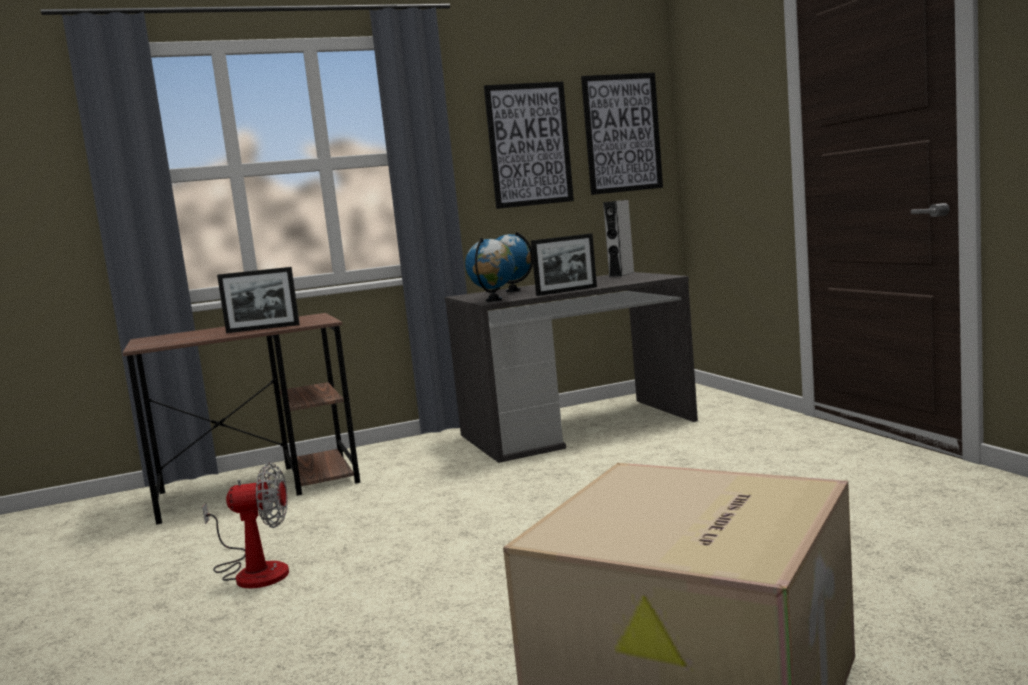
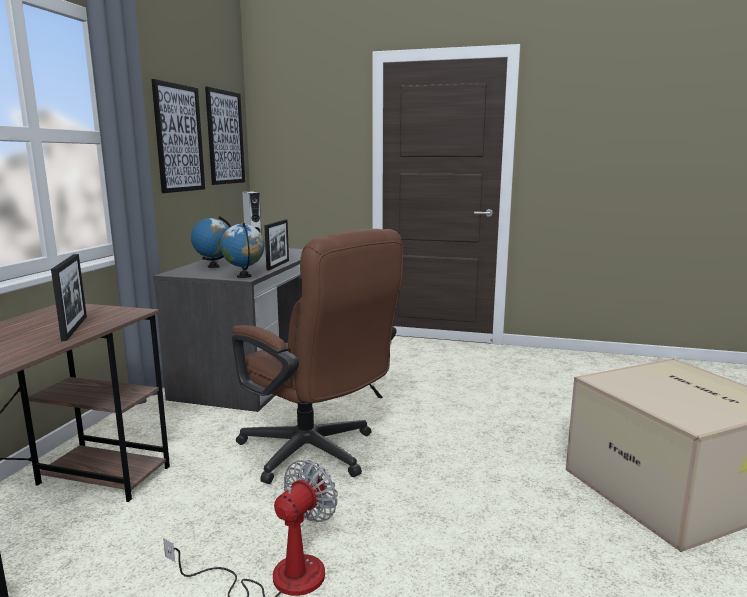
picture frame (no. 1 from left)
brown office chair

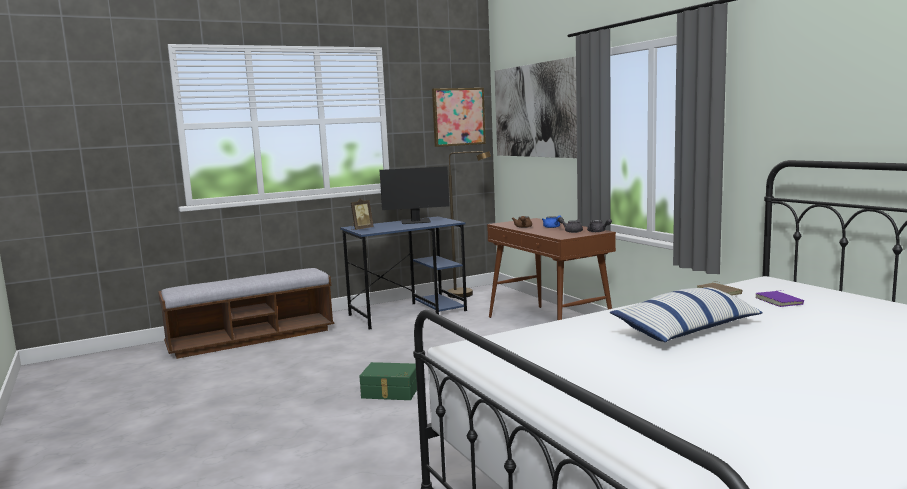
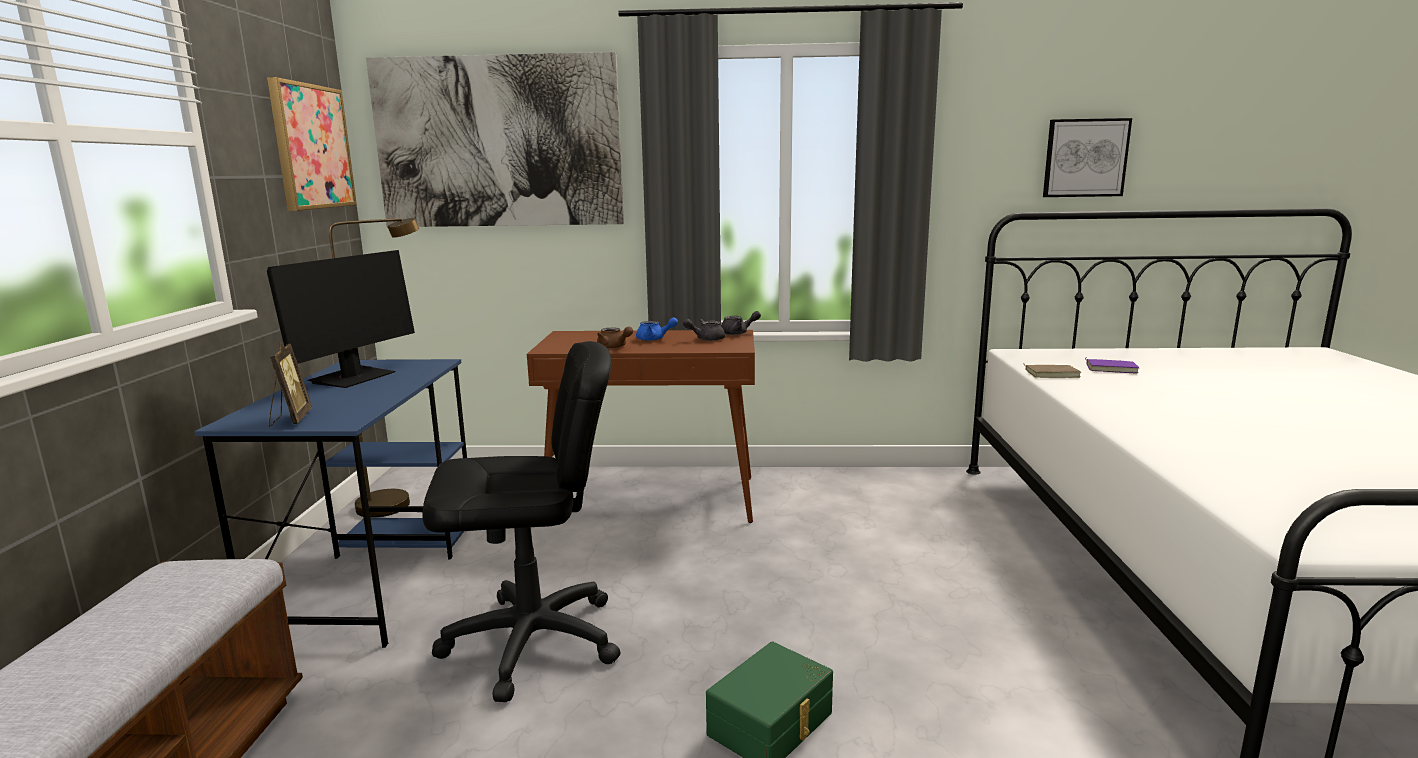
pillow
picture (no. 3 from left)
black office chair

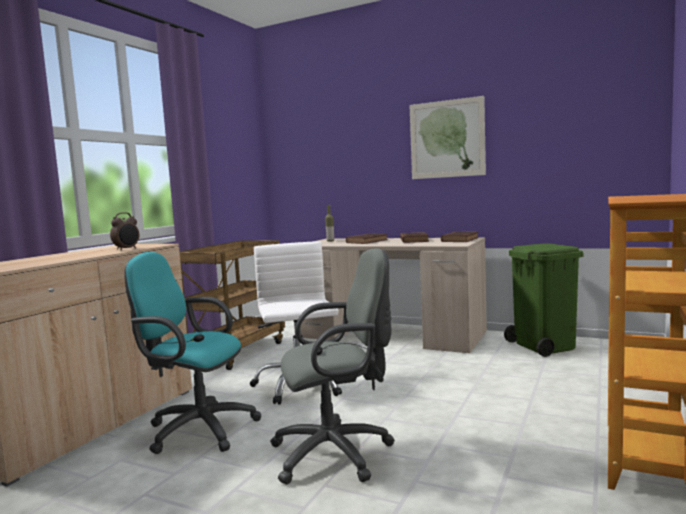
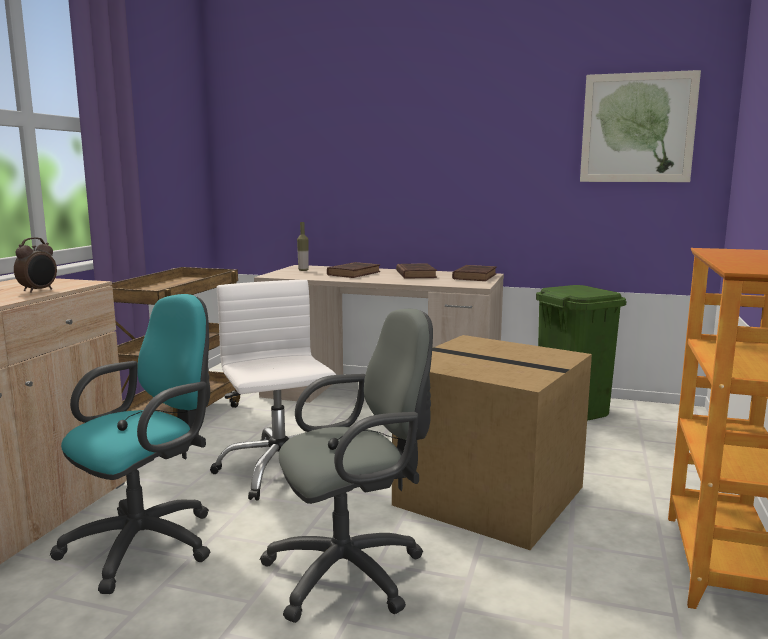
picture
turquoise office chair
cardboard box

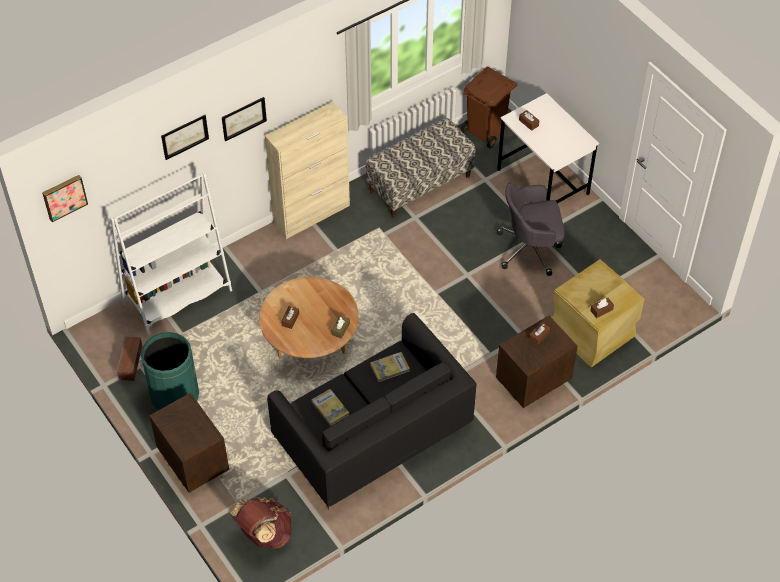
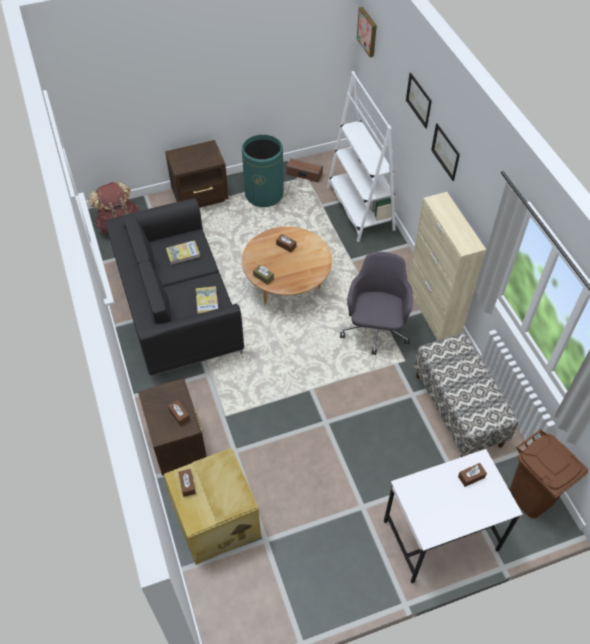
grey office chair

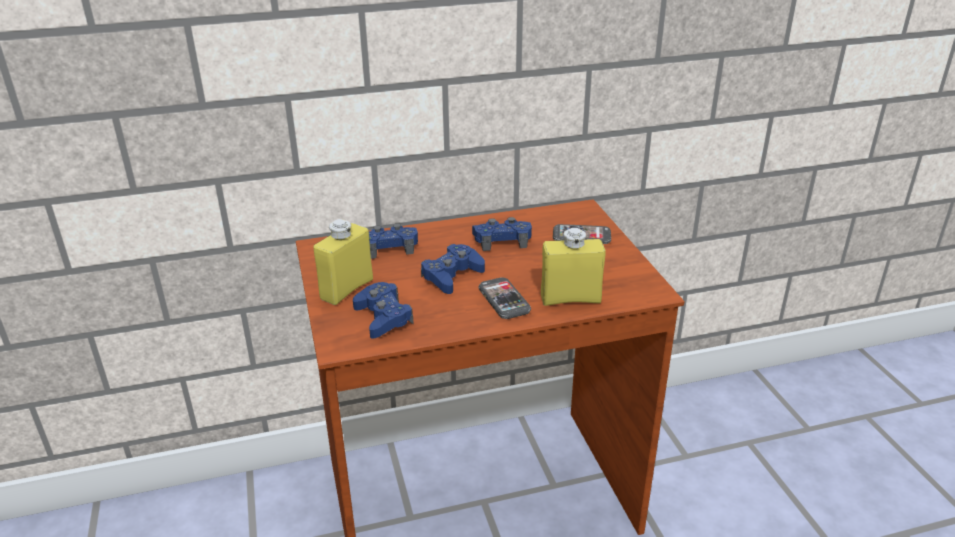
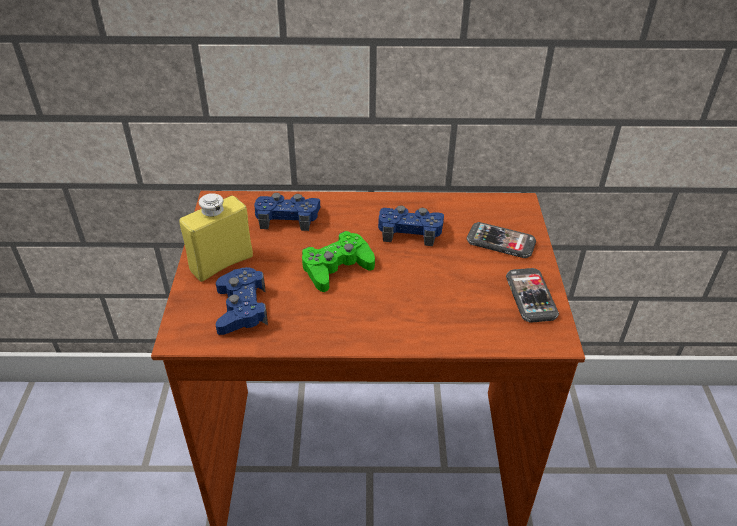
yellow bottle (no. 2 from left in the first image)
green game controller
phone (no. 2 from left)

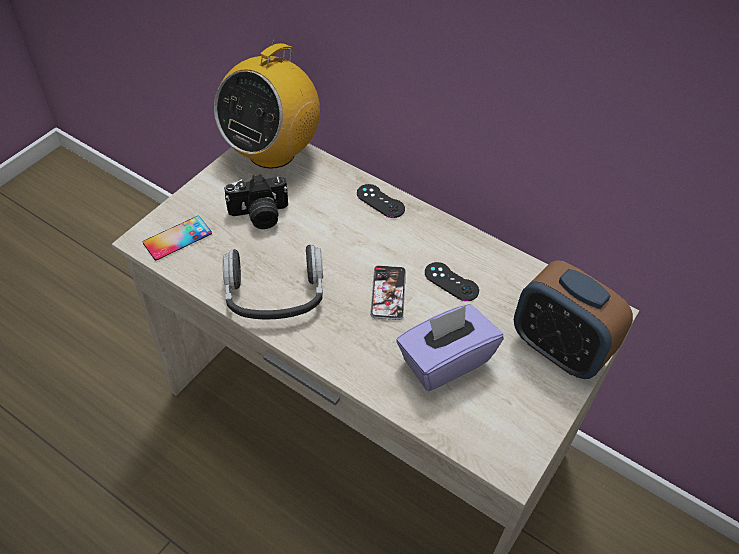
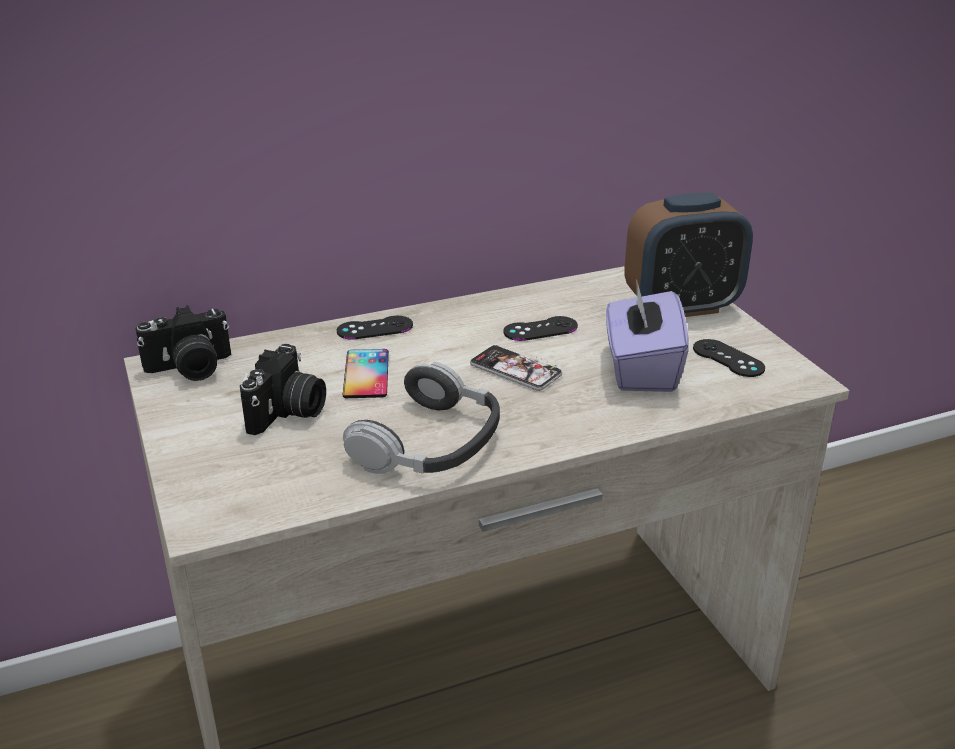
photo camera (no. 1 from left)
phone (no. 1 from left)
black game controller (no. 3 from left)

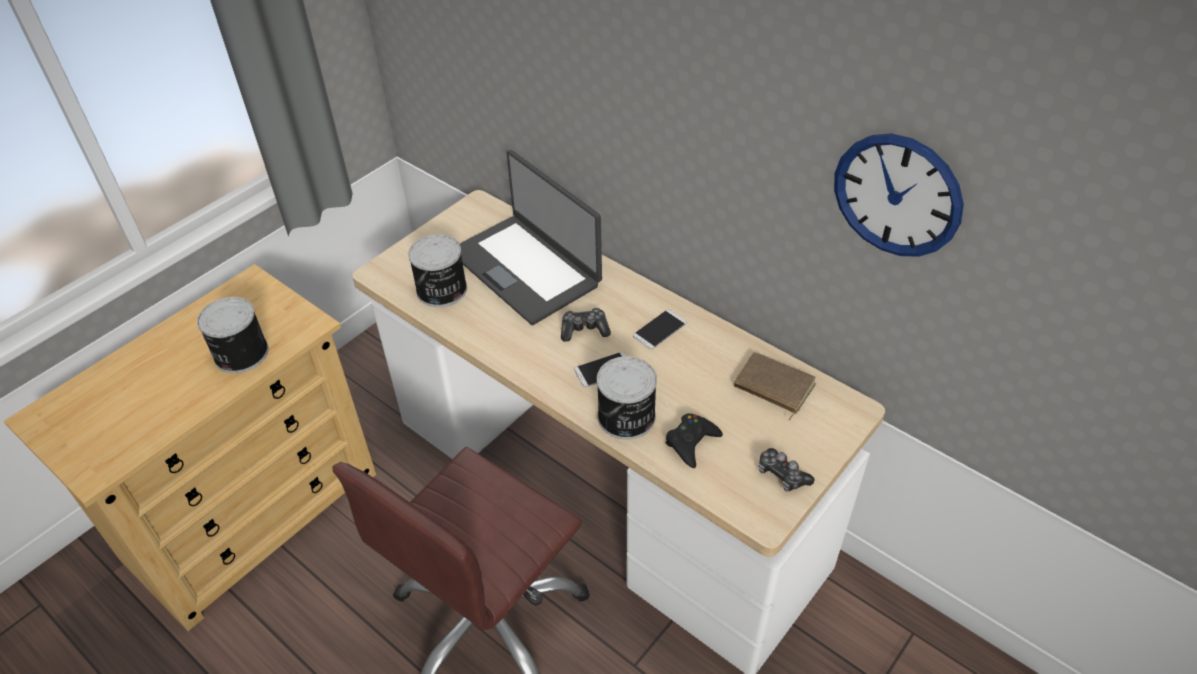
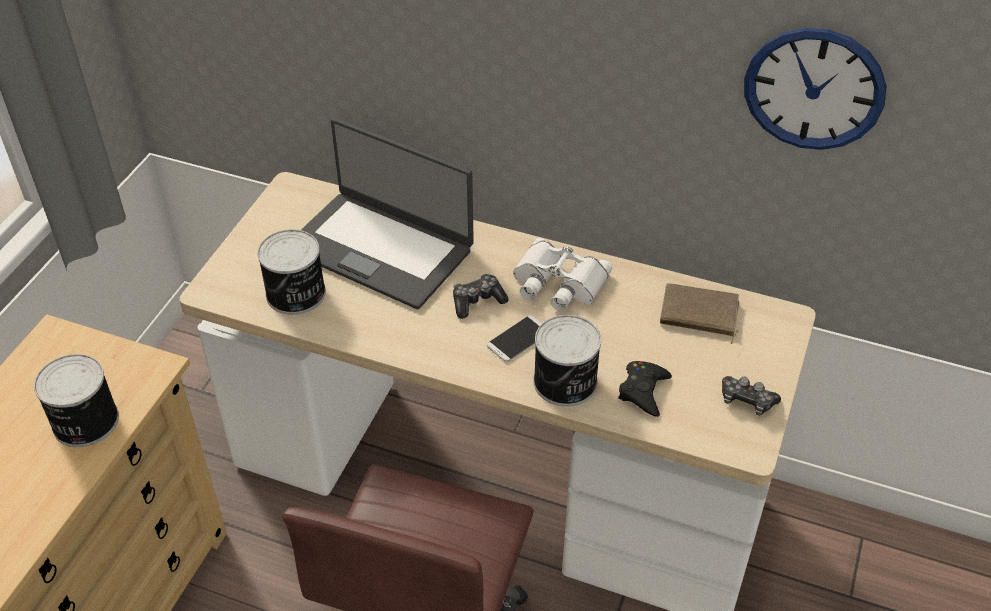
white binoculars

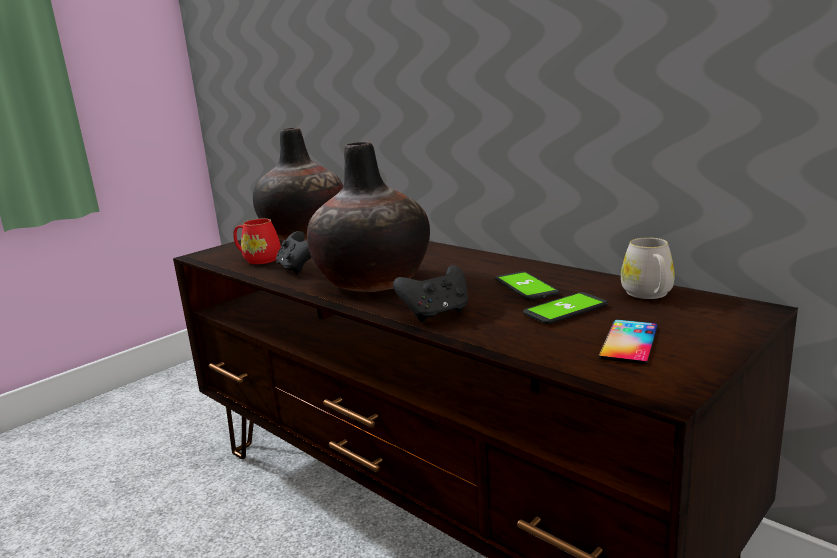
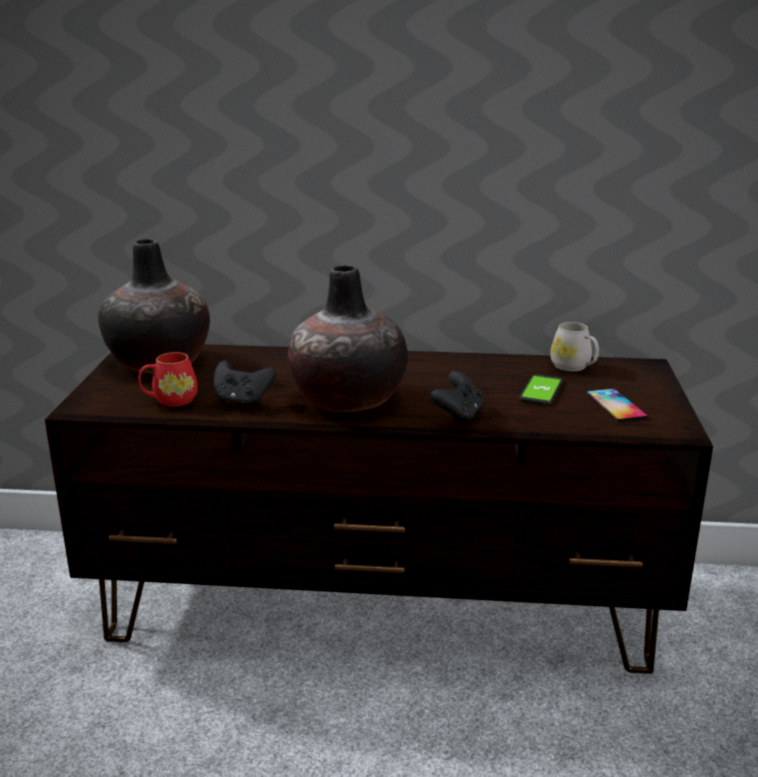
phone (no. 1 from left in the first image)

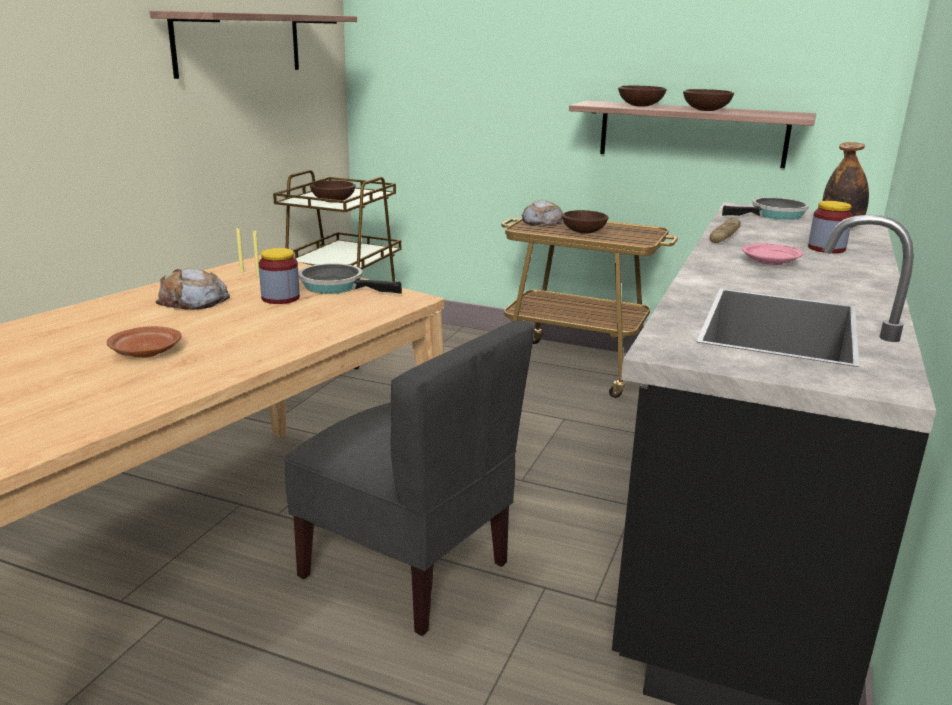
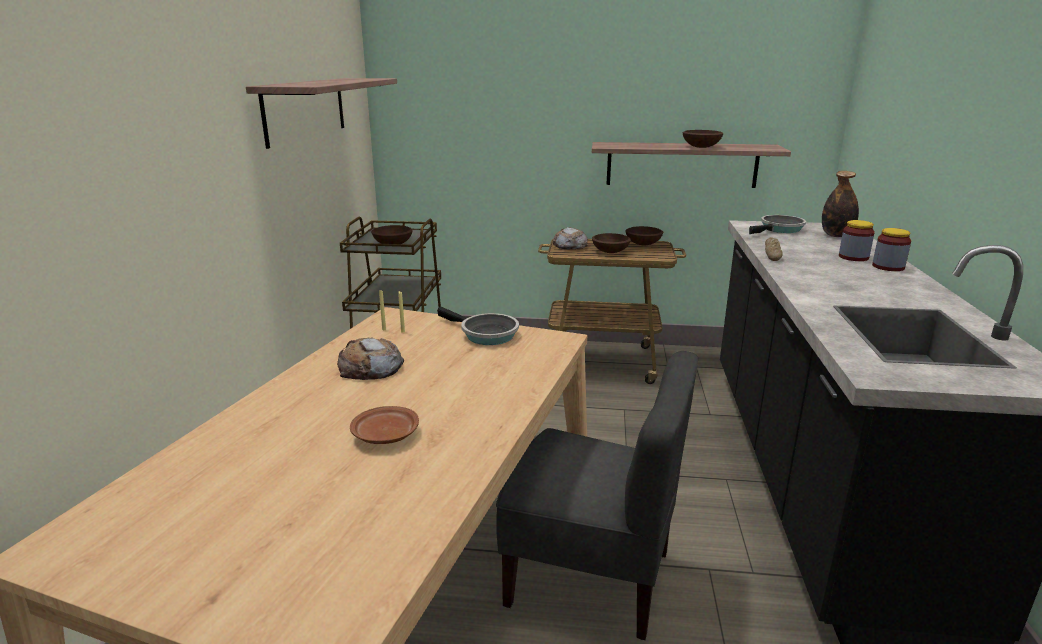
brown bowl (no. 3 from left)
pink plate
jar (no. 2 from left)
frying pan (no. 1 from left)

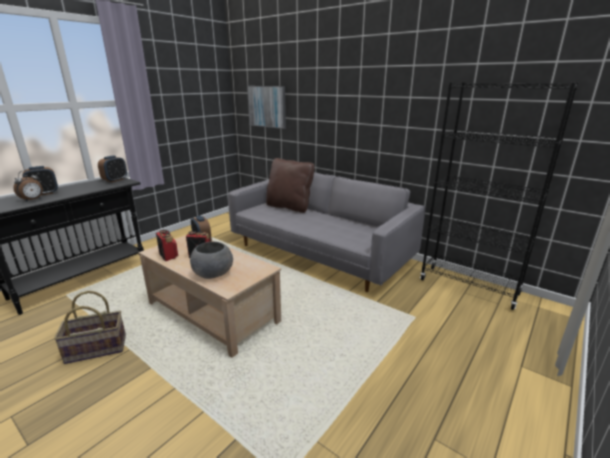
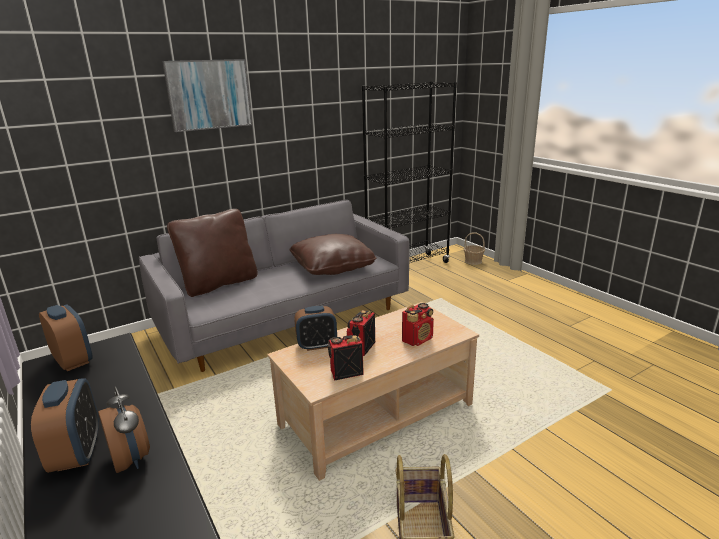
picture
radio (no. 3 from left)
basket (no. 2 from left)
brown pillow (no. 2 from left)

